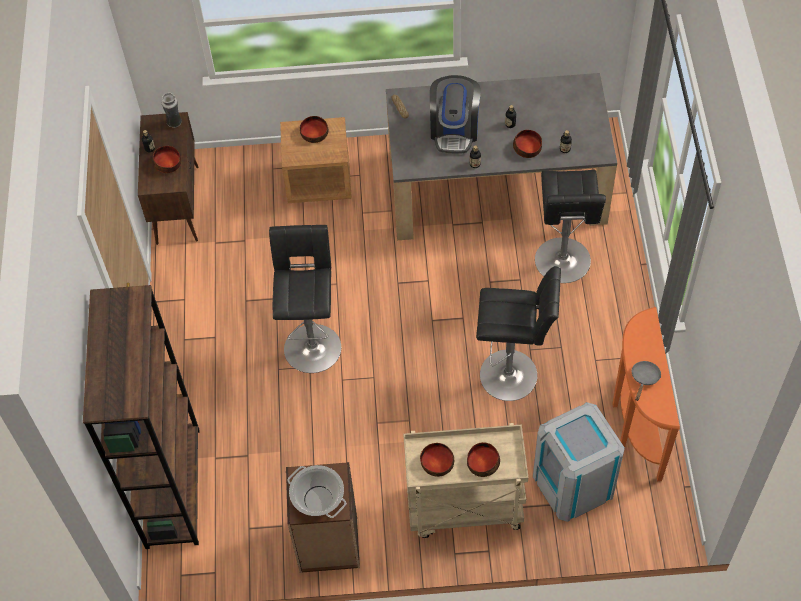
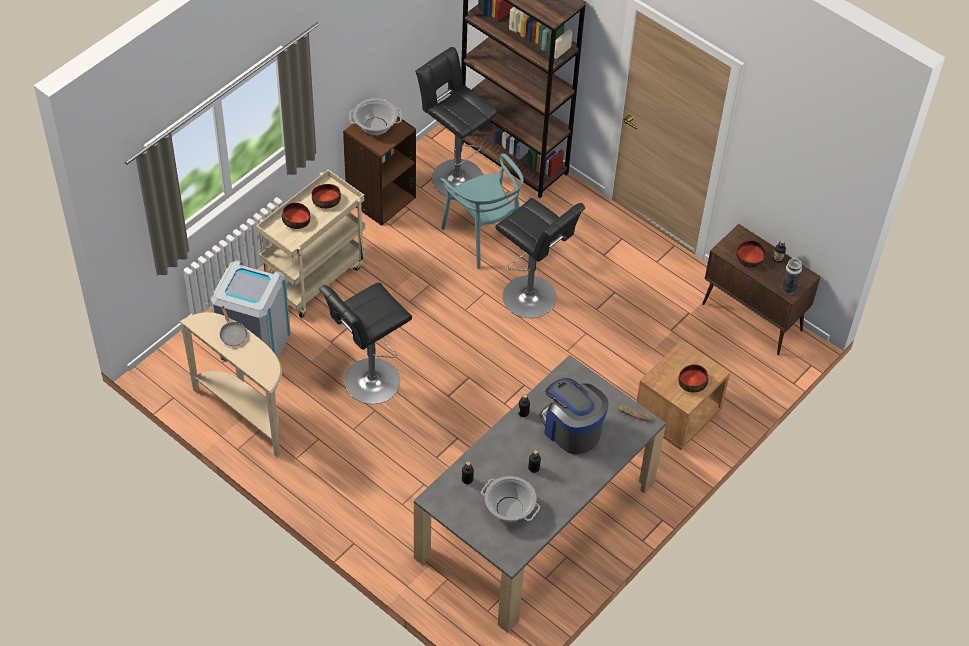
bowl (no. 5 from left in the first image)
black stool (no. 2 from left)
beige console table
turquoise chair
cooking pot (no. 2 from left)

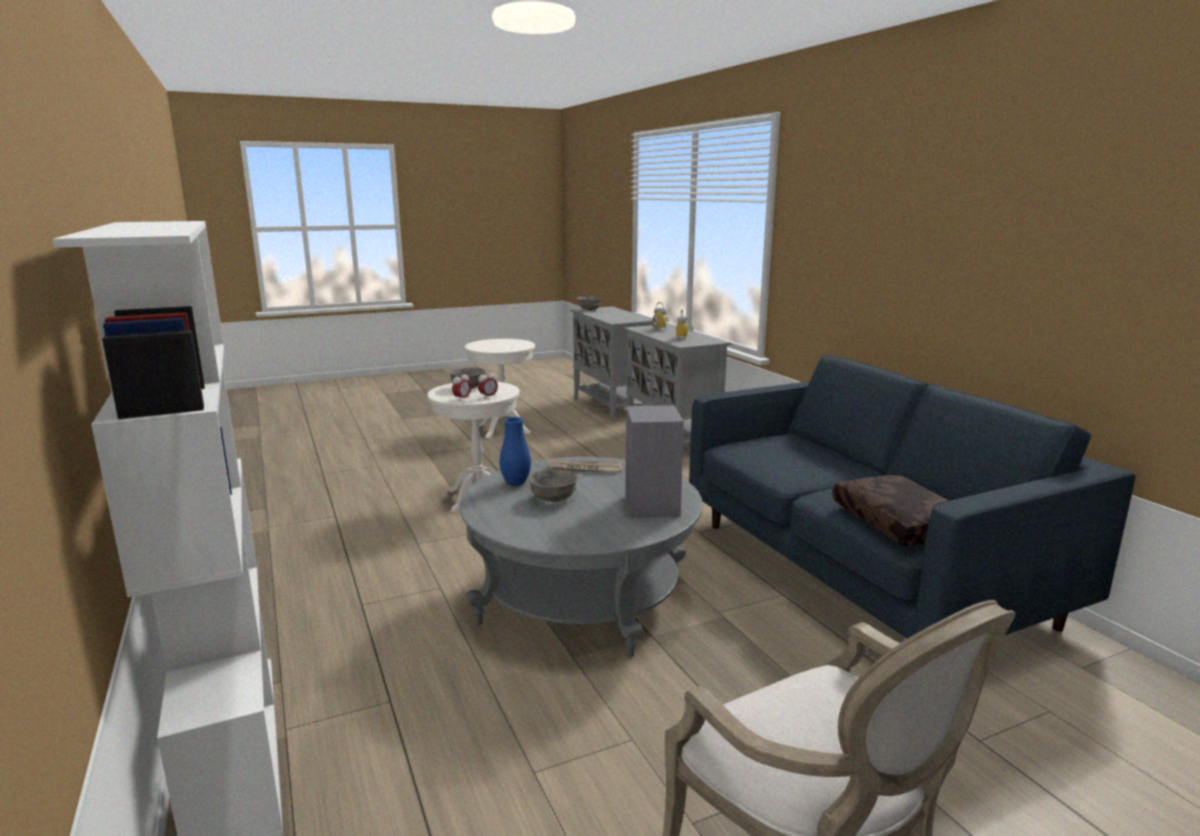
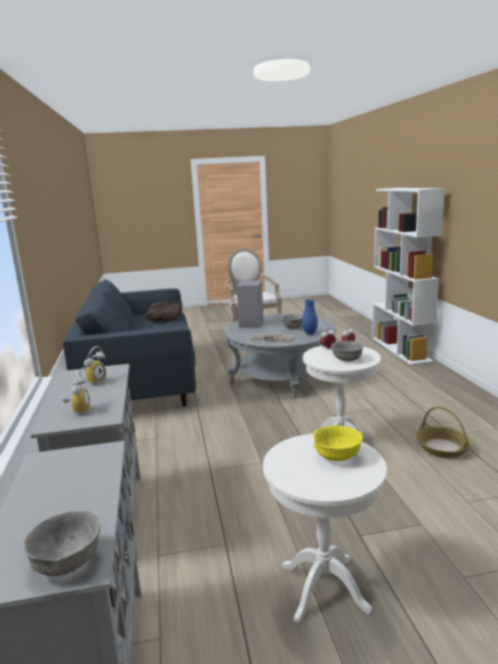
basket
yellow bowl

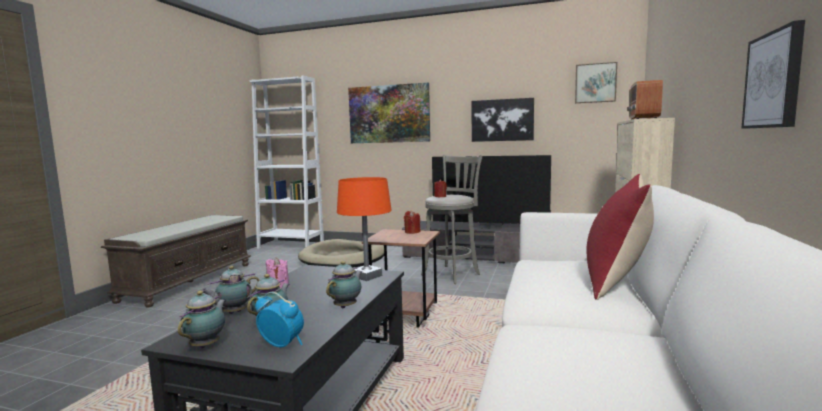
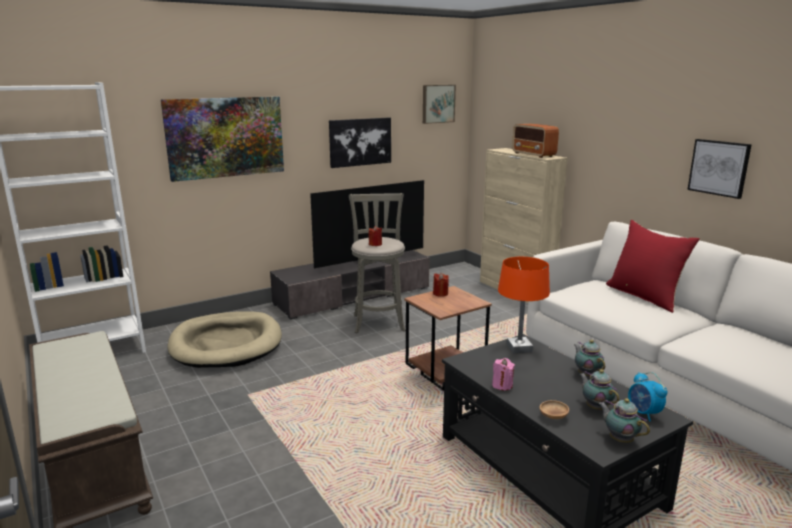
brown bowl
alarm clock

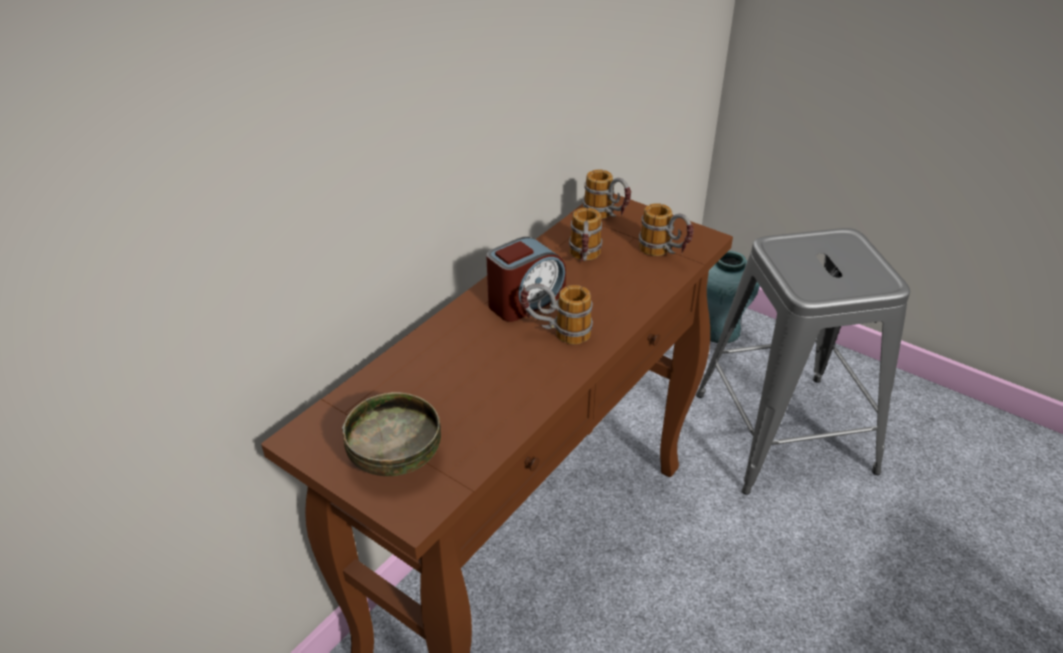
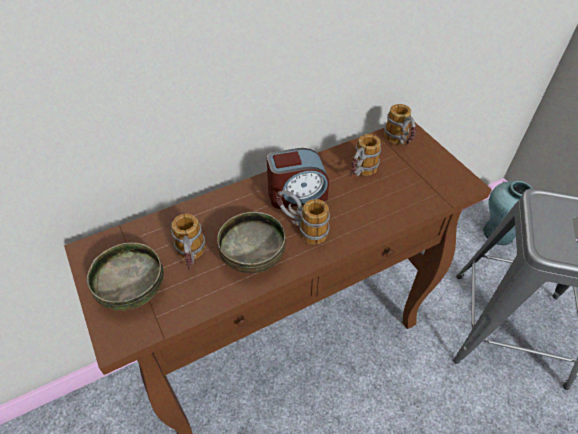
mug (no. 1 from left)
bowl (no. 2 from left)

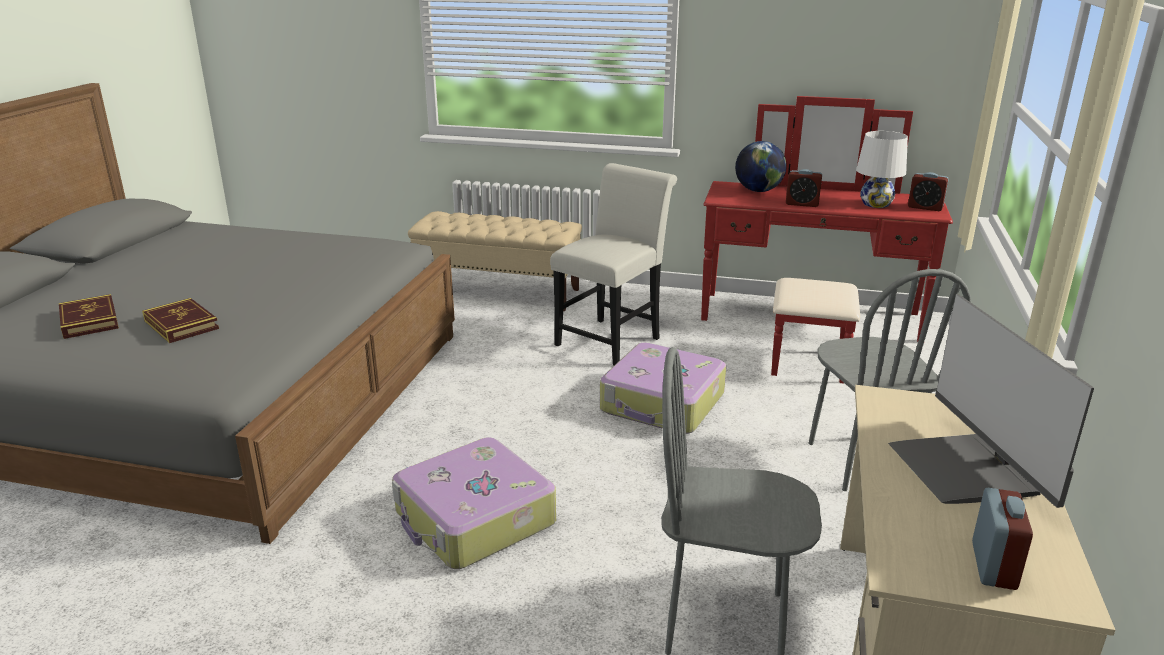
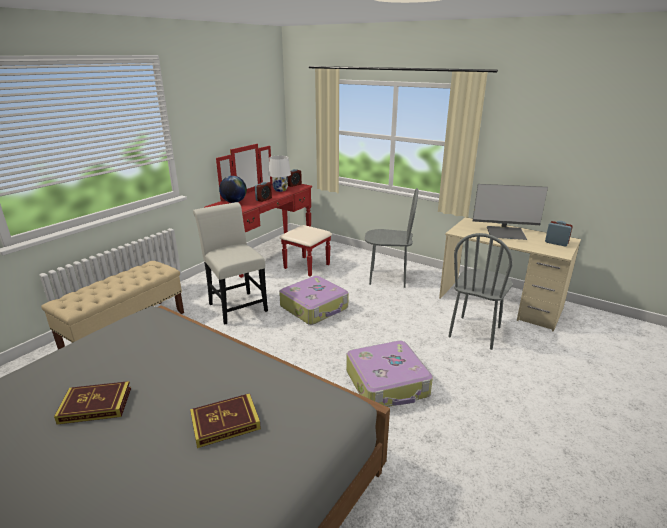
book (no. 1 from left)

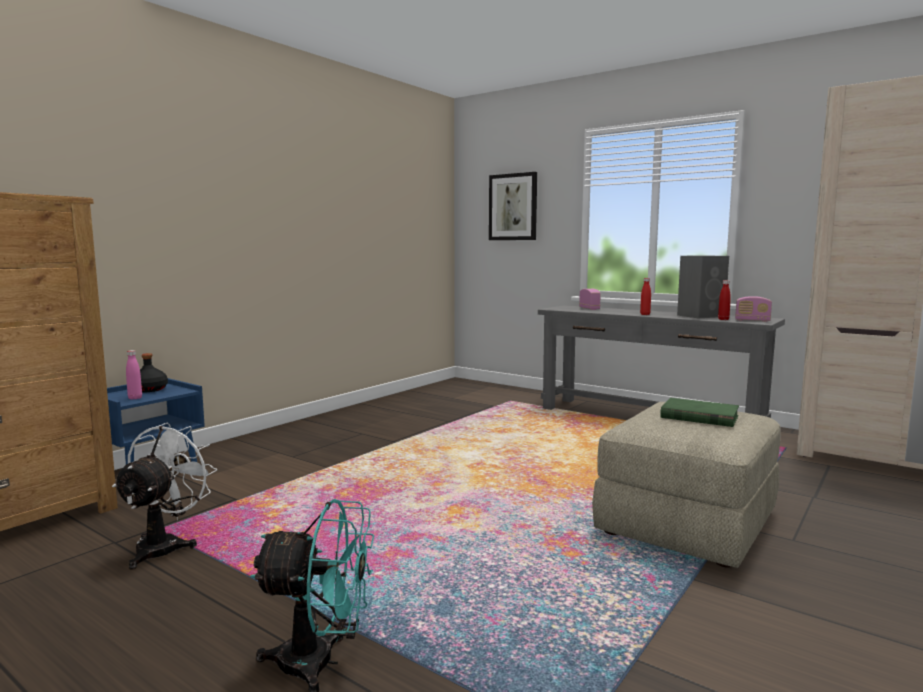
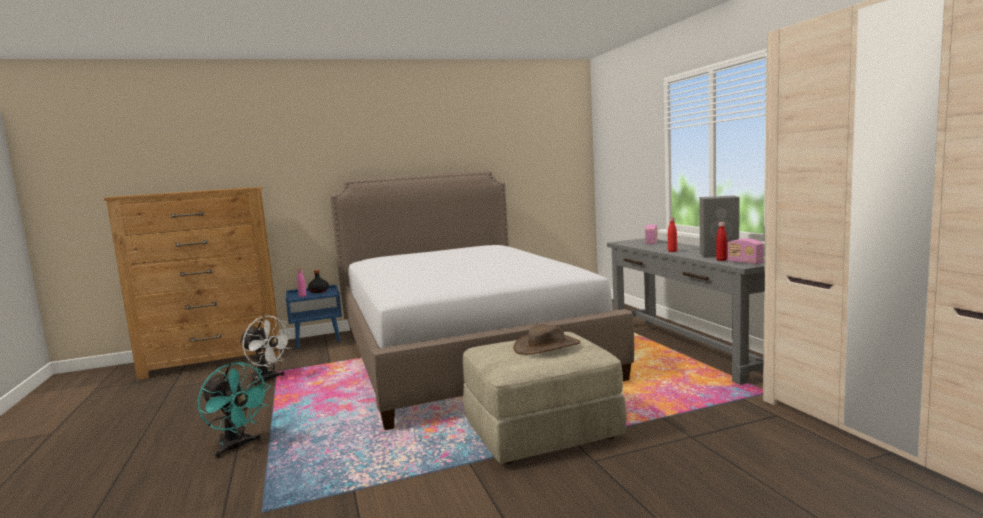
picture
brown hat
white fan
bed

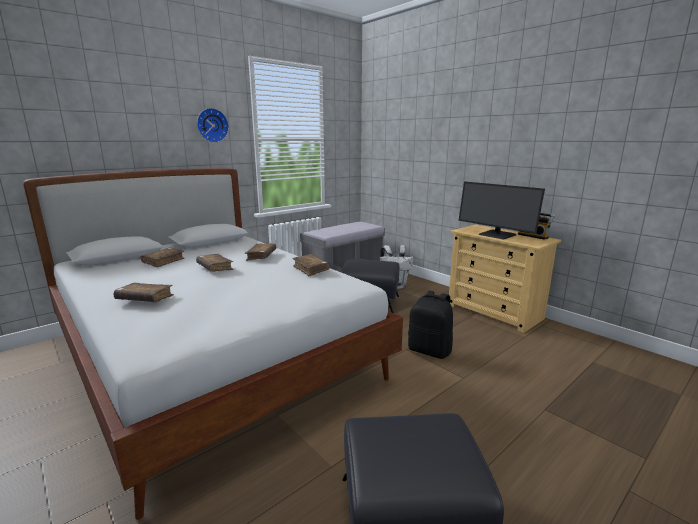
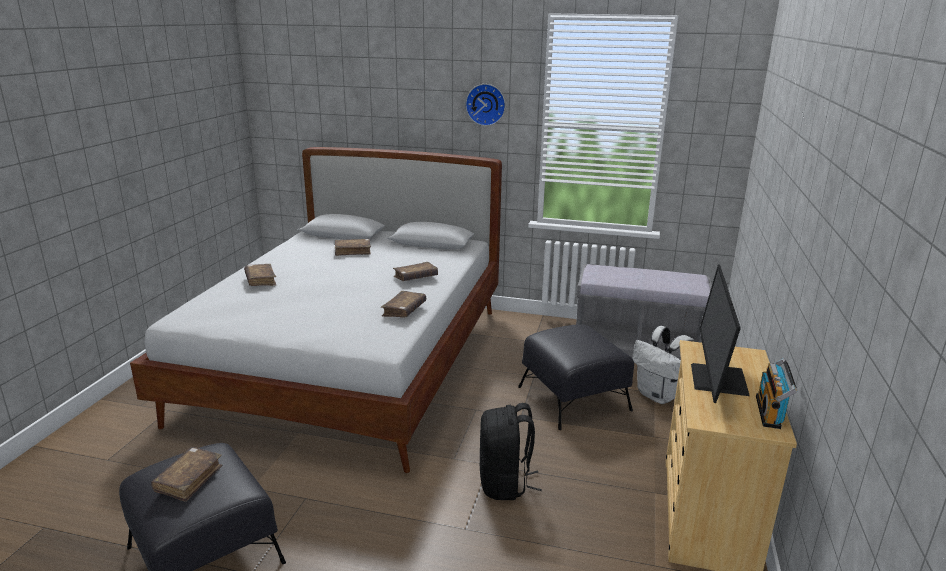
brown book (no. 1 from left)

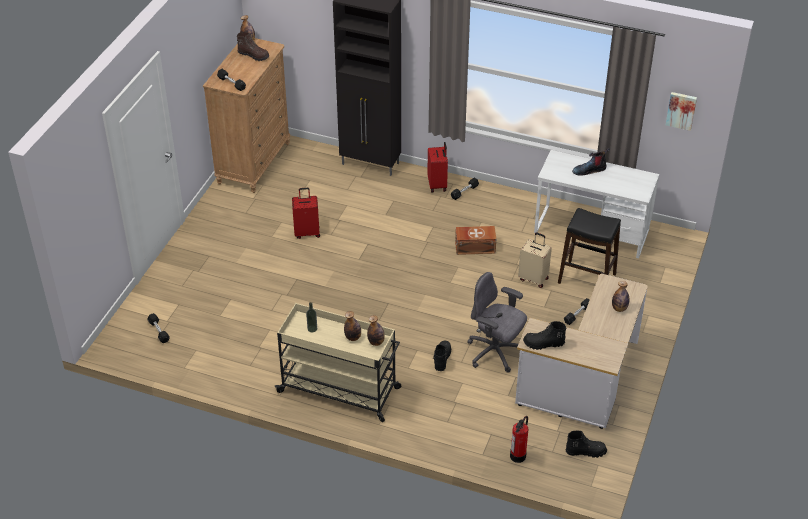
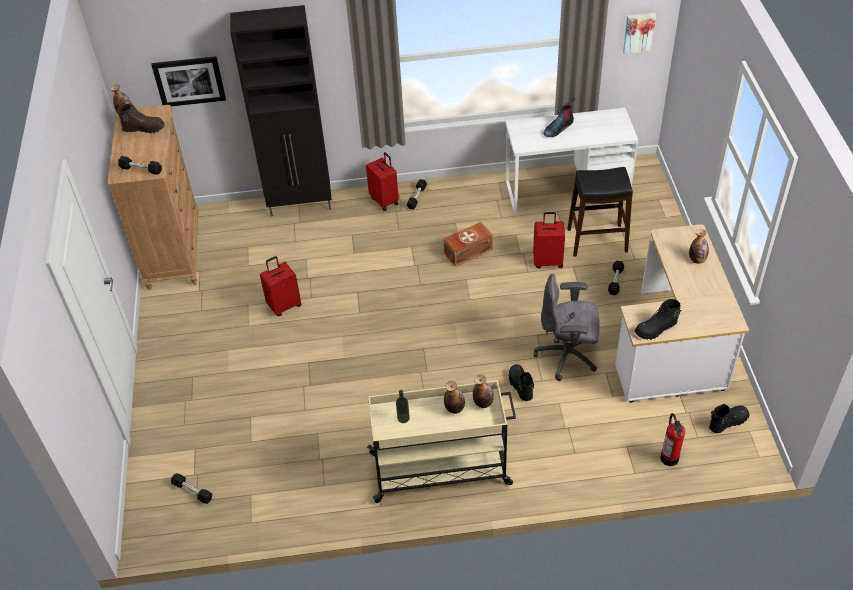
red suitcase (no. 3 from left)
picture (no. 1 from left)

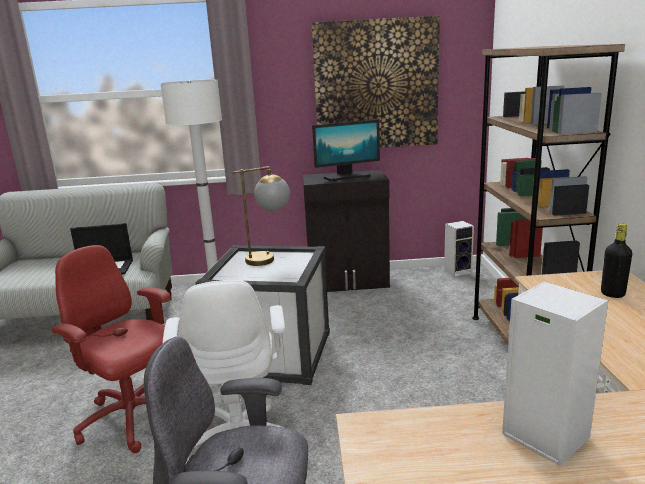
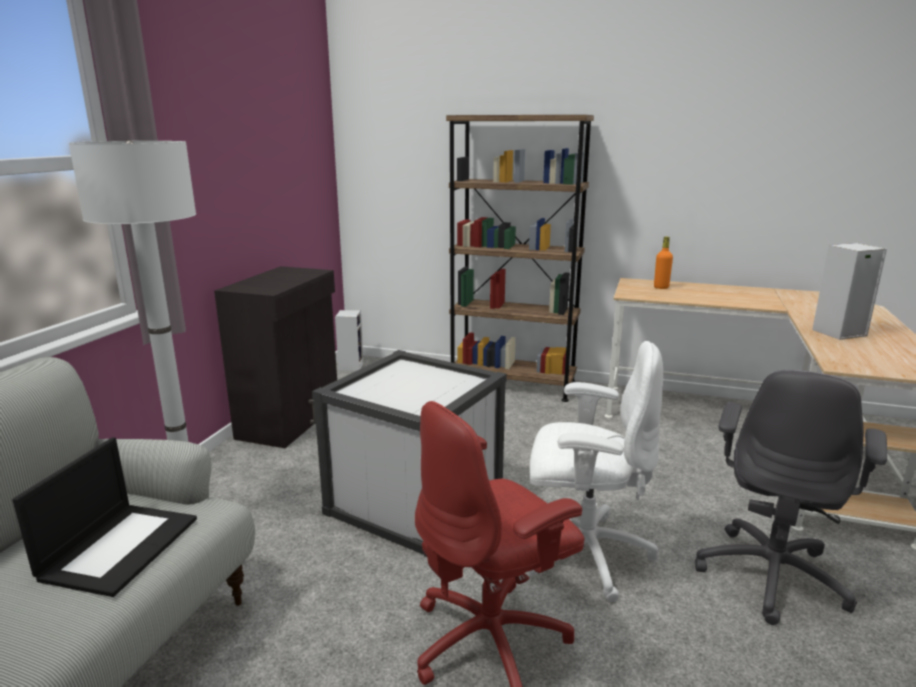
picture
monitor
table lamp
orange bottle

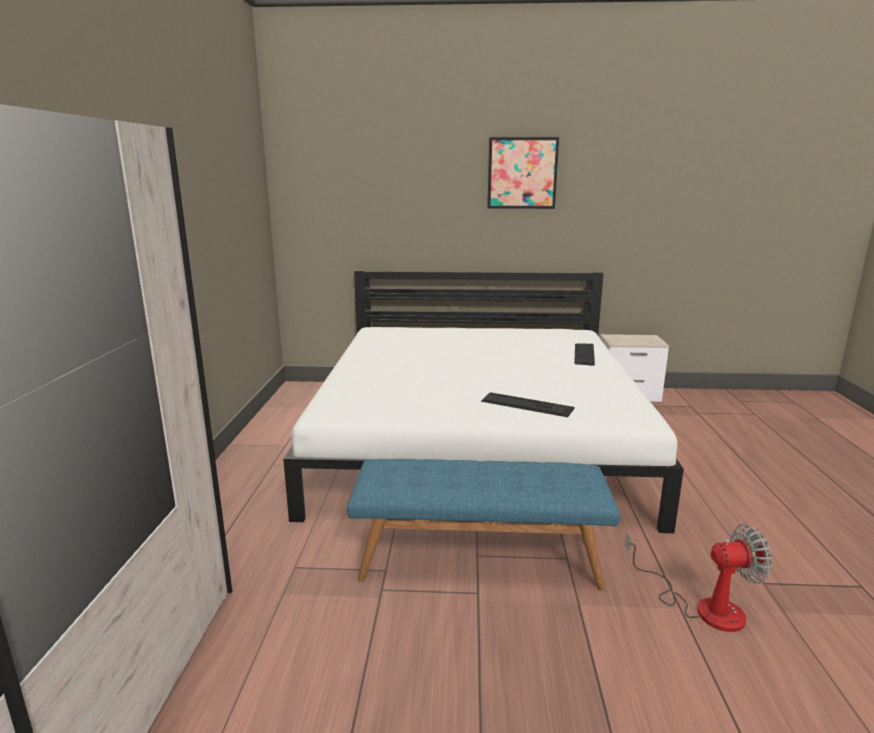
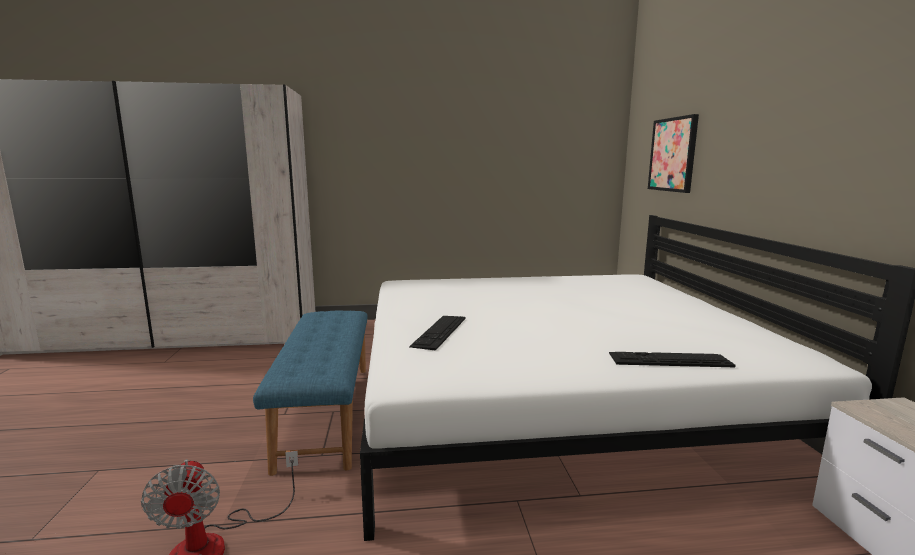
picture

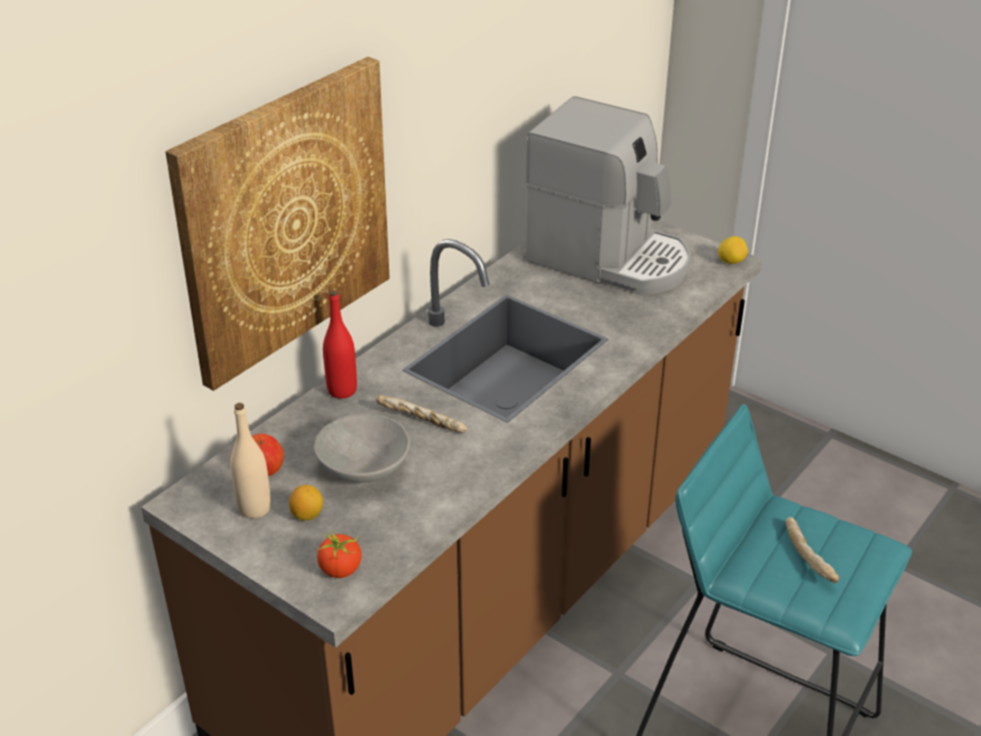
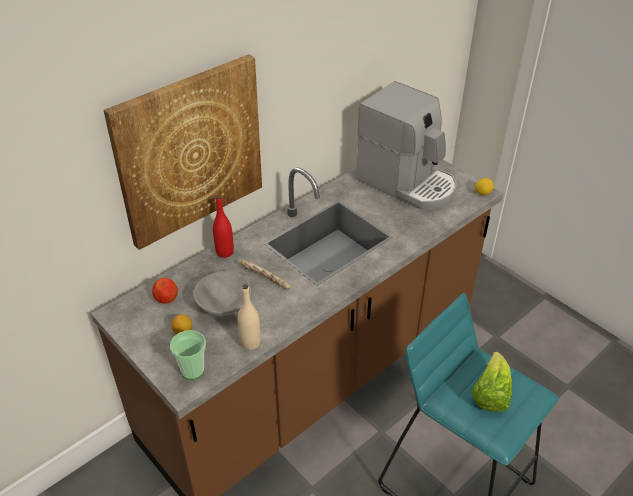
beige bottle
lettuce
cup

